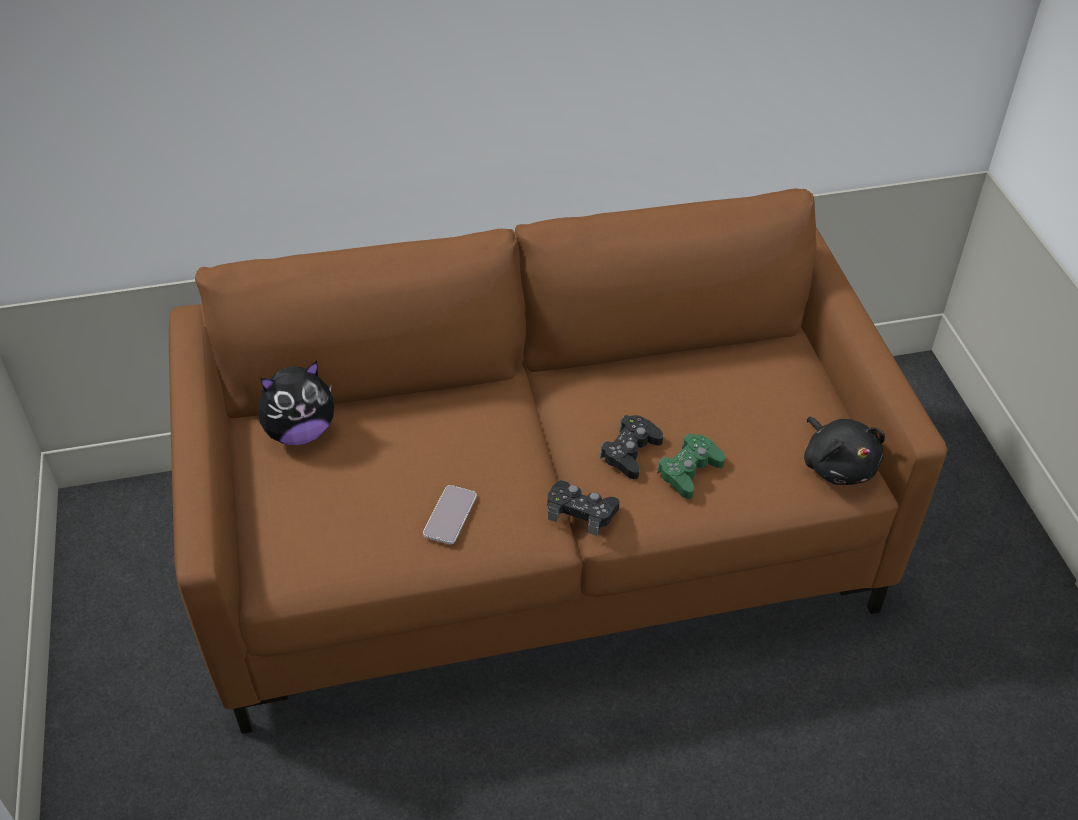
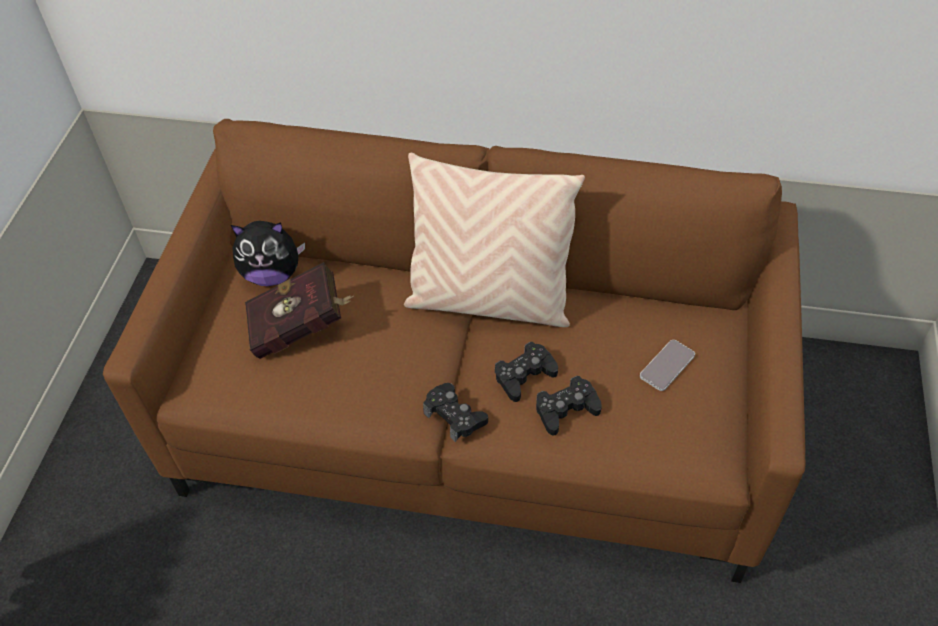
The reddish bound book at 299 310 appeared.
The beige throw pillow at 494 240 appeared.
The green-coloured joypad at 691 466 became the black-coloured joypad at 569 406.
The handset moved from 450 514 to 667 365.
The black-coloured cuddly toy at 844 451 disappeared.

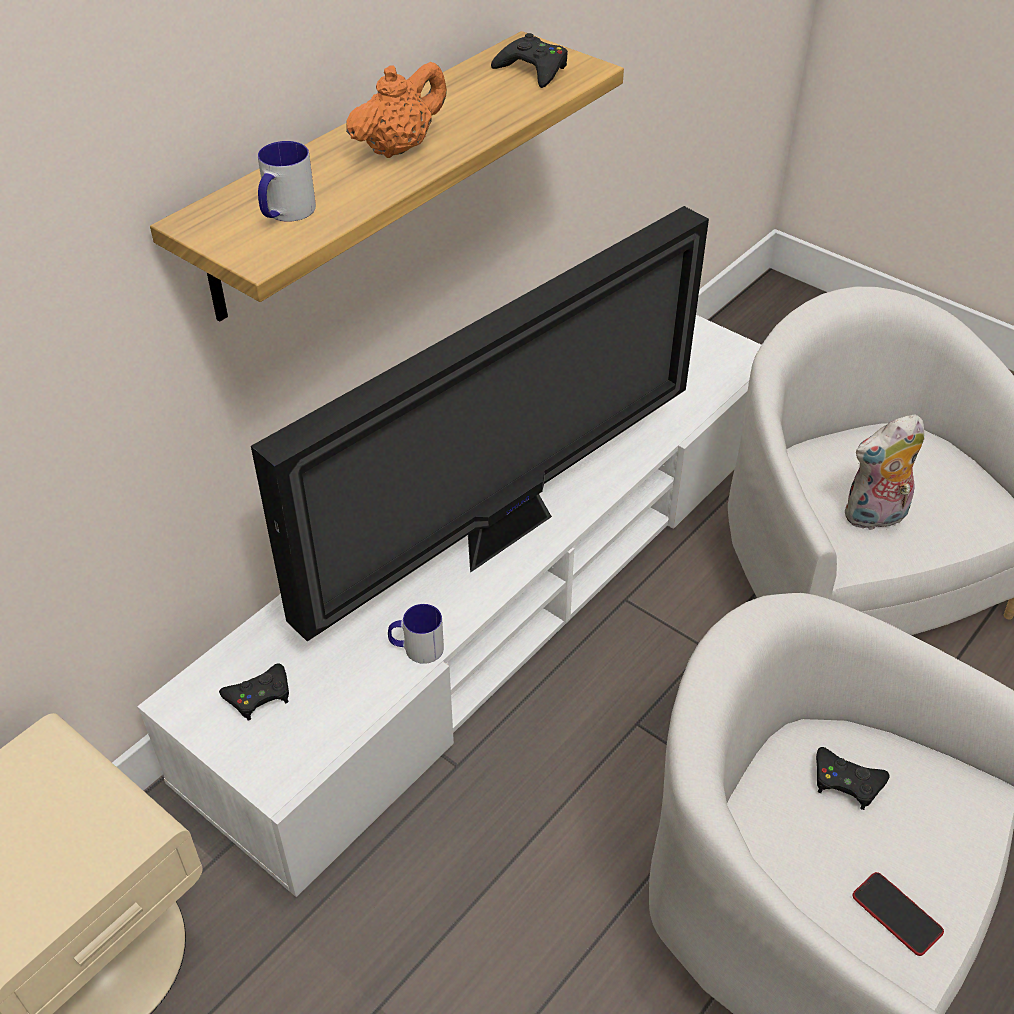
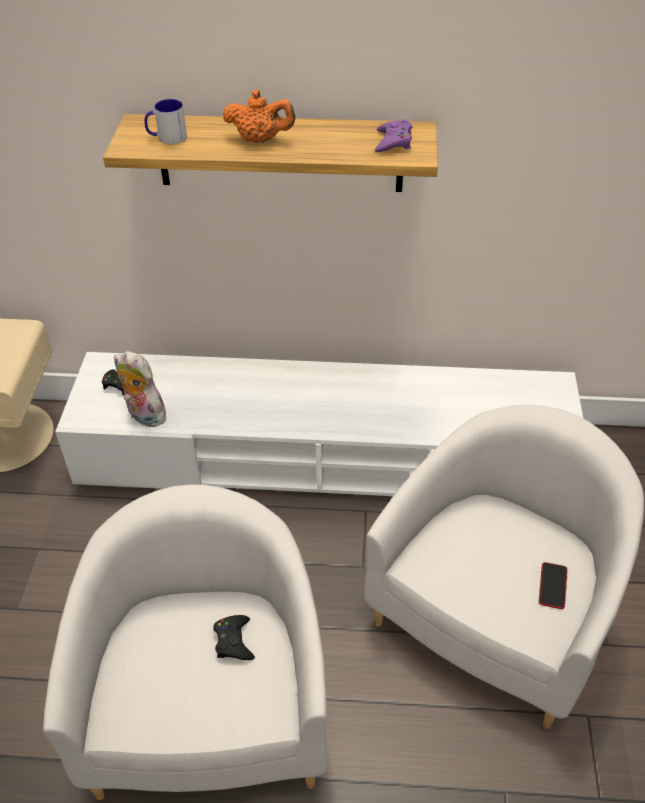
The cuddly toy moved from 884 472 to 140 389.
The black-coloured joypad at 529 60 became the purplish joypad at 394 135.
The handset moved from 898 914 to 553 585.
The TV set at 480 424 disappeared.
The mug at 416 634 disappeared.

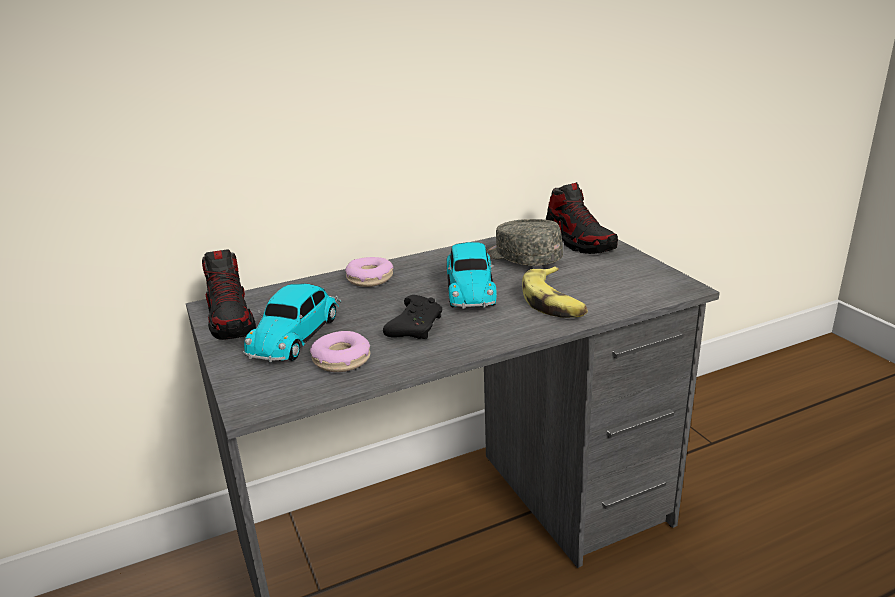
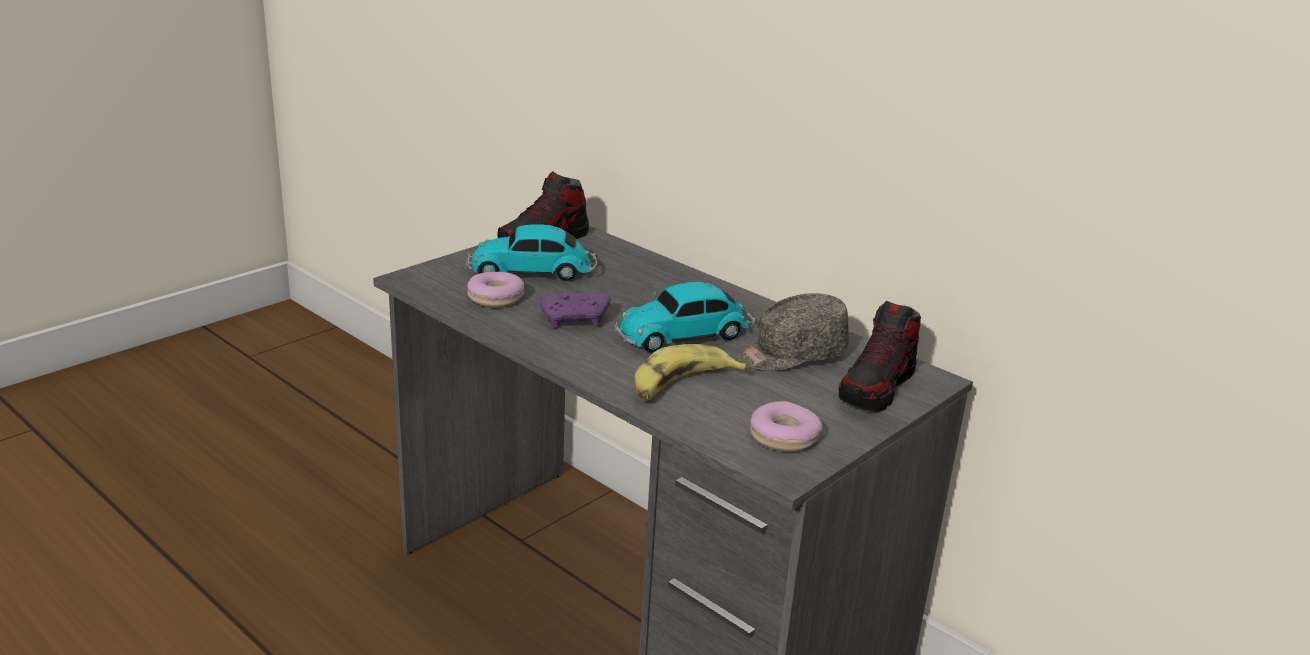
The black-coloured joypad at 412 317 became the purplish joypad at 575 310.
The grey peaked cap at 524 242 turned 135 degrees counterclockwise.
The donut moved from 369 272 to 786 426.

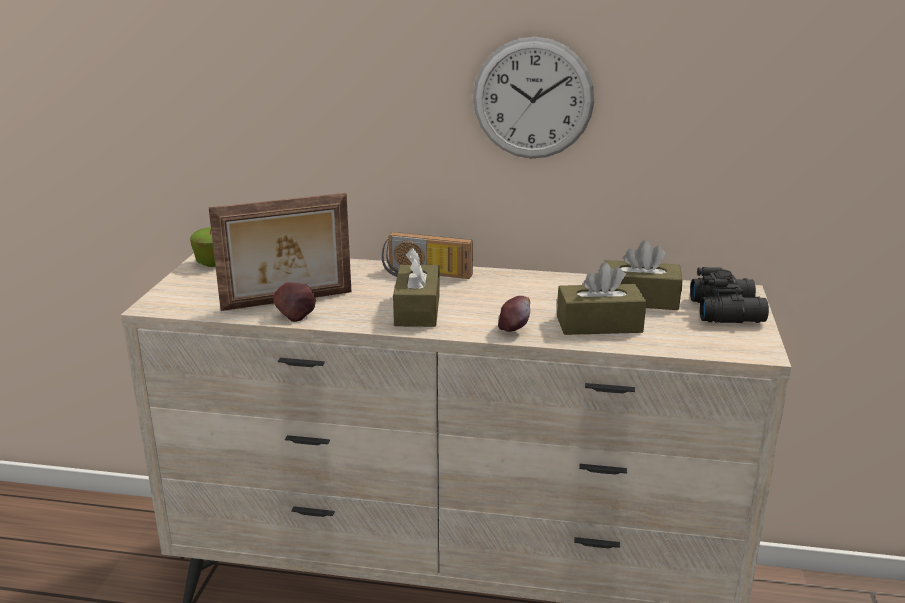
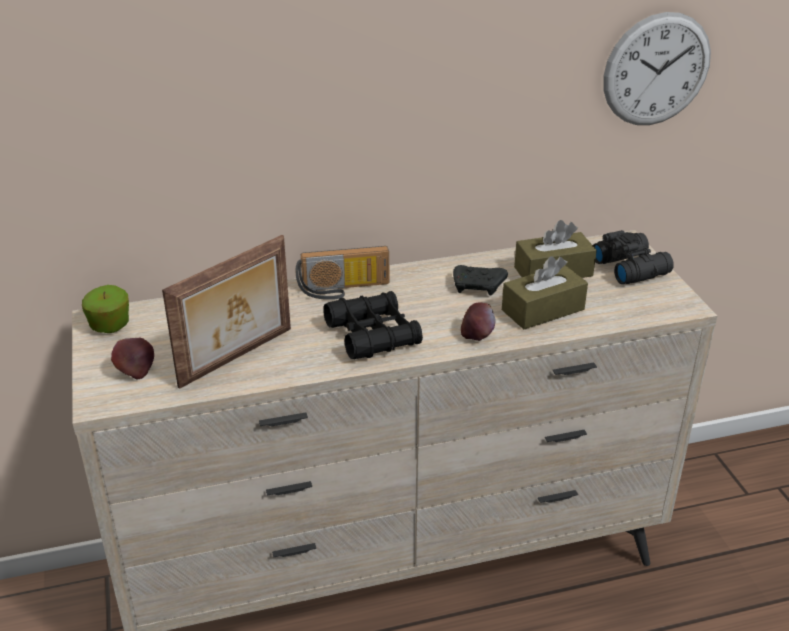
The whole apple moved from 294 302 to 132 358.
The brownish tissue holder at 416 287 was replaced by the black-coloured pair of binoculars at 373 325.
The black-coloured joypad at 480 280 appeared.
The wall clock moved from 533 97 to 657 68.

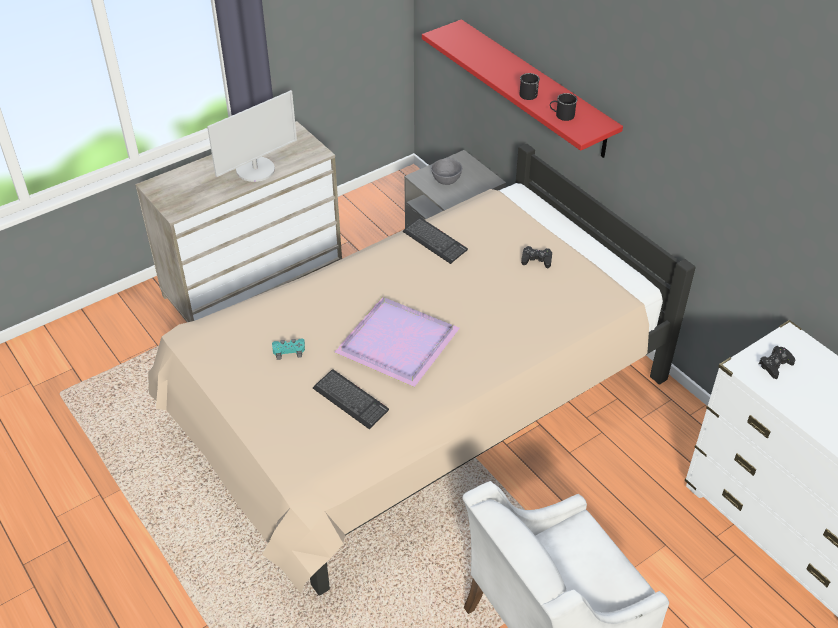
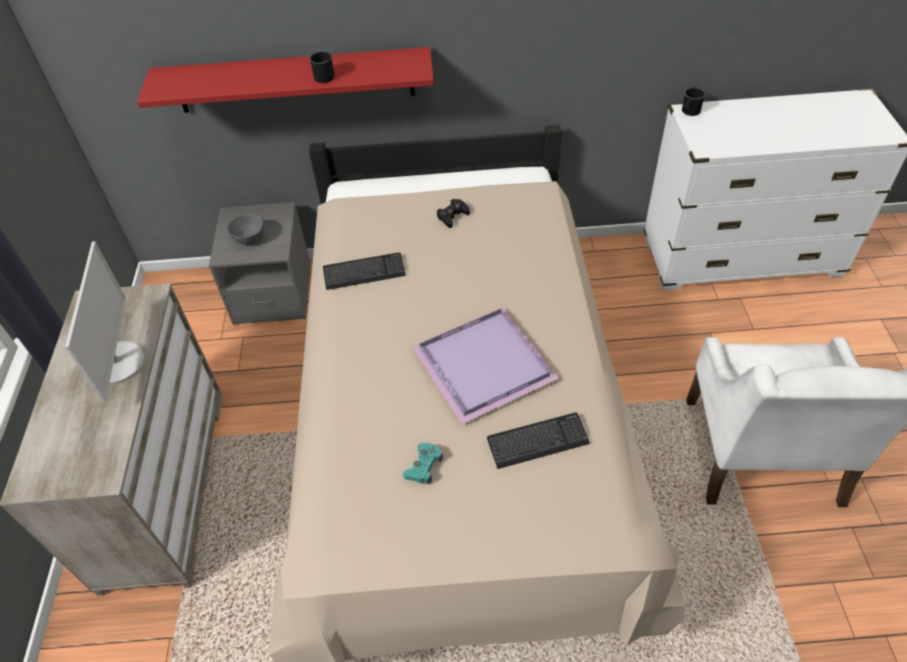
The black-coloured mug moved from 564 107 to 694 101.
The black-coloured joypad at 776 362 disappeared.

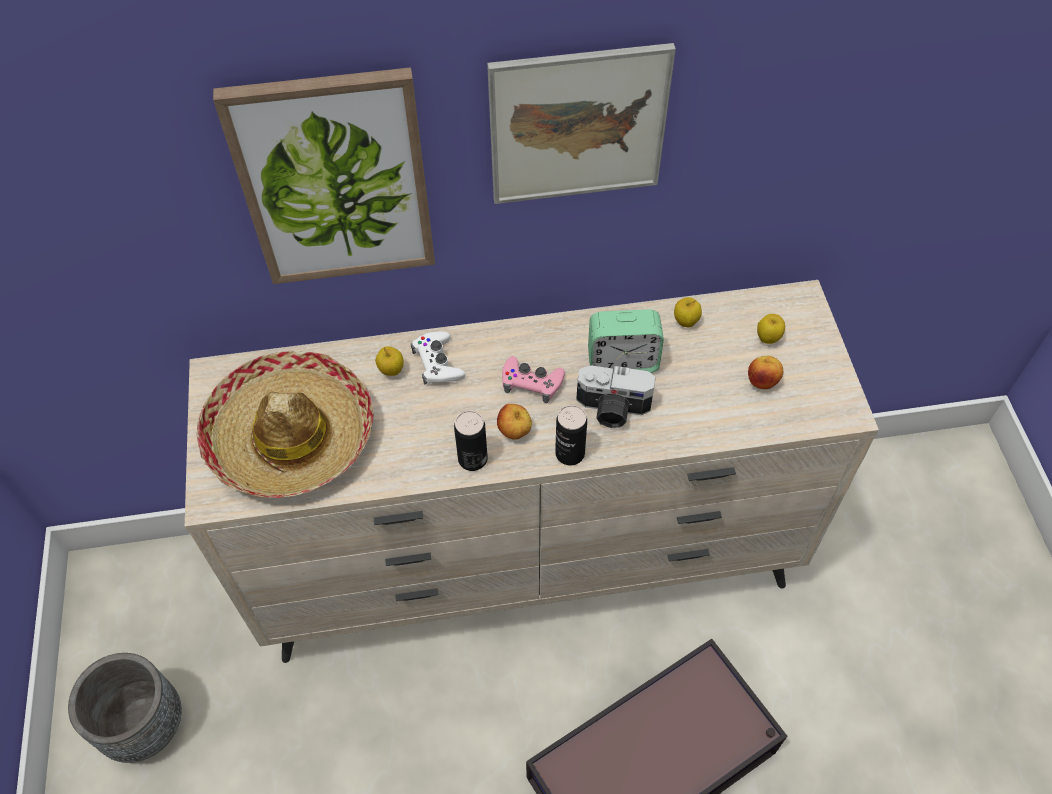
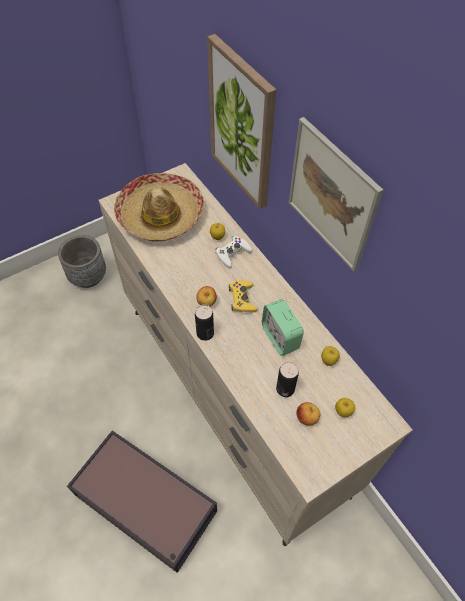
The pink joypad at 533 379 became the yellow joypad at 243 296.
The metal can moved from 471 440 to 287 379.
The still camera at 616 396 disappeared.

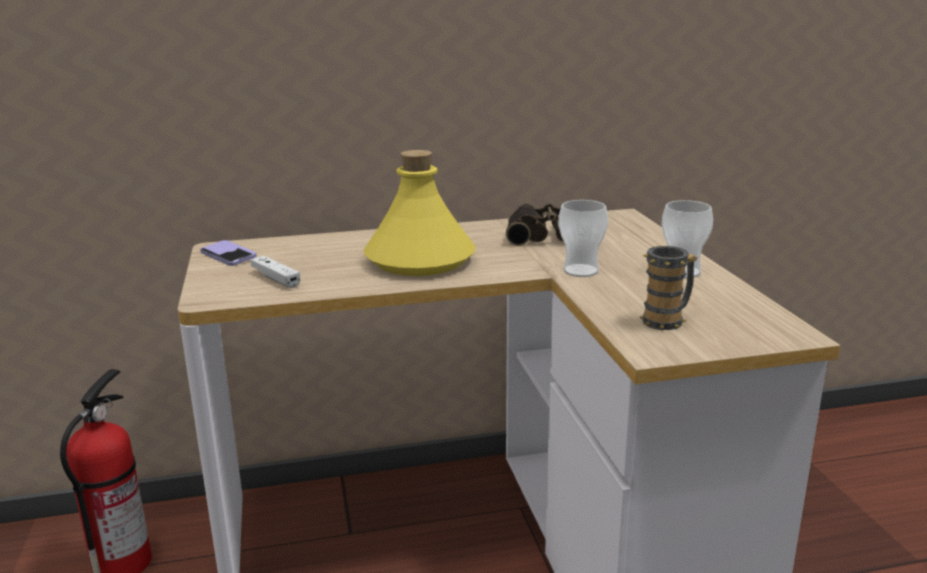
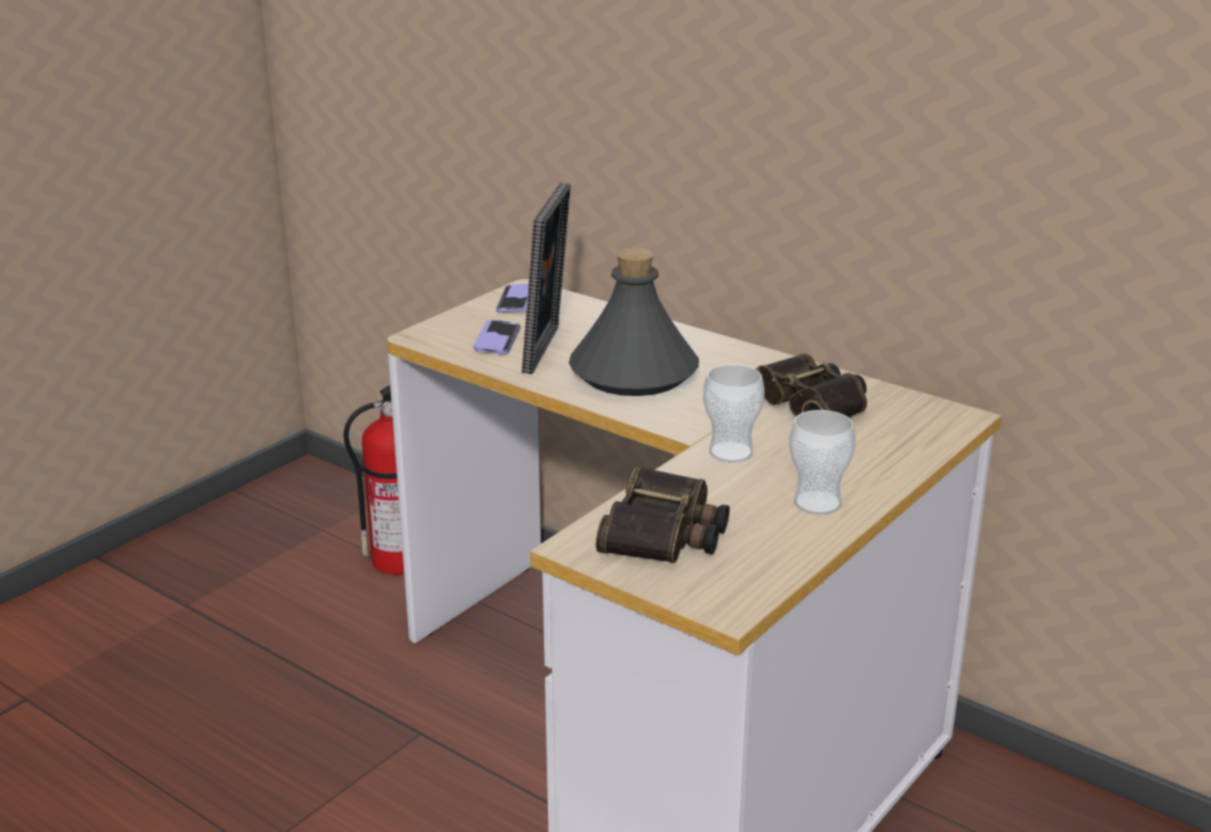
The white-coloured joypad at 275 272 was replaced by the handset at 497 337.
The photo frame at 546 278 appeared.
The yellow beverage bottle at 420 213 became the grey beverage bottle at 634 322.
The mug at 668 288 was replaced by the pair of binoculars at 663 514.

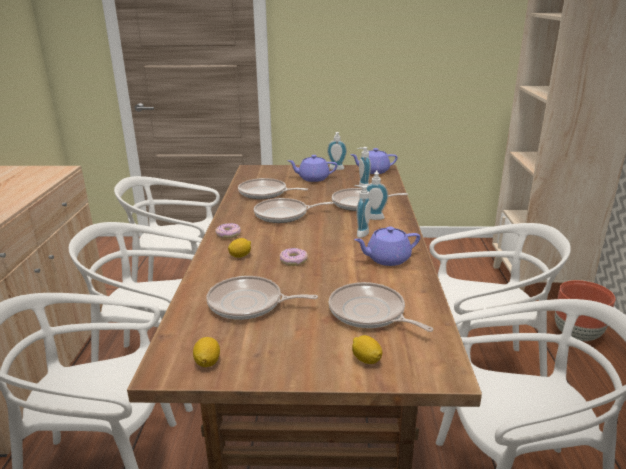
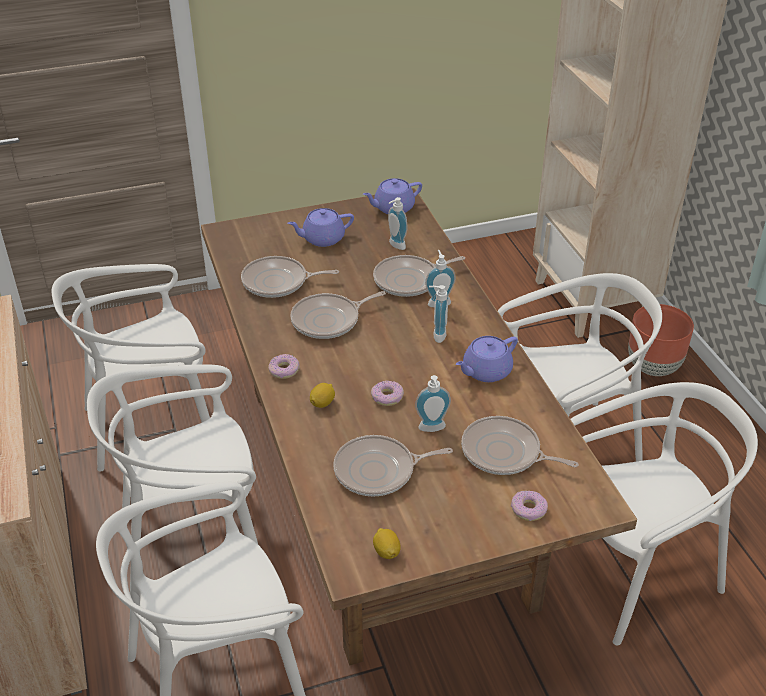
The soap bottle moved from 337 151 to 433 403.
The citrus fruit at 367 349 was replaced by the donut at 529 505.

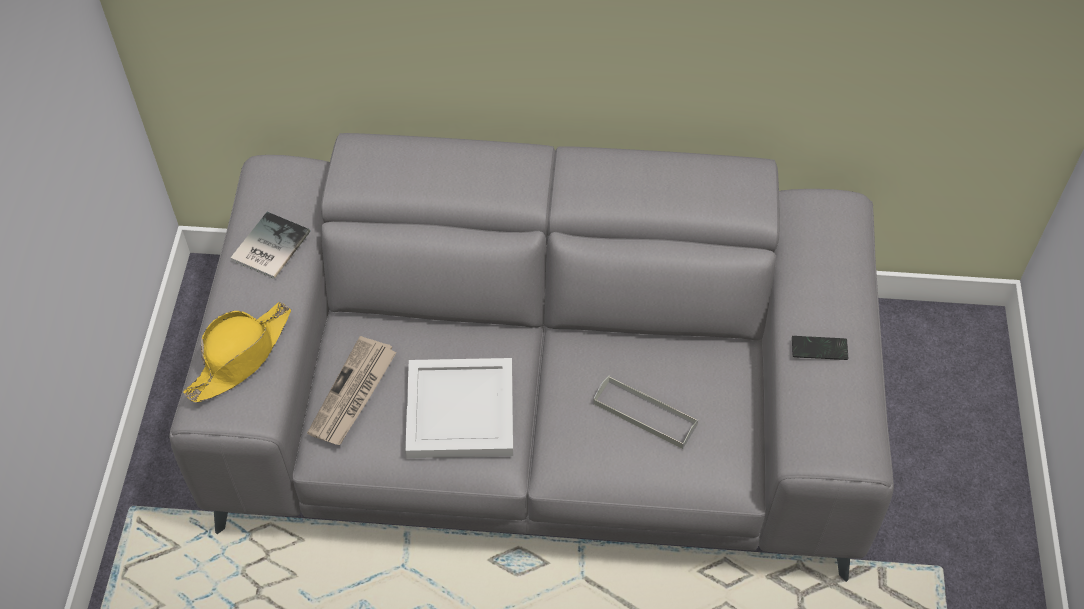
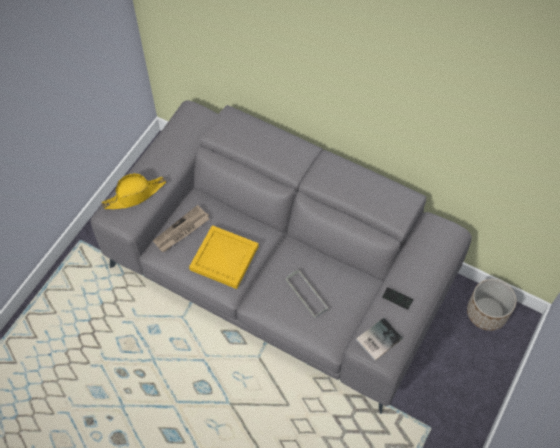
The white-coloured carrying tray at 459 408 became the yellow carrying tray at 224 257.
The bound book moved from 270 245 to 379 339.
The planter at 492 305 appeared.

